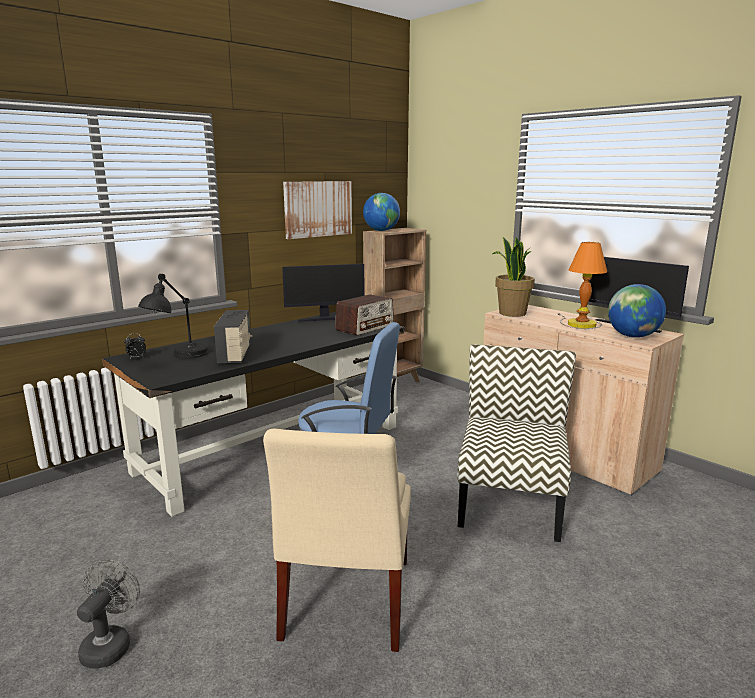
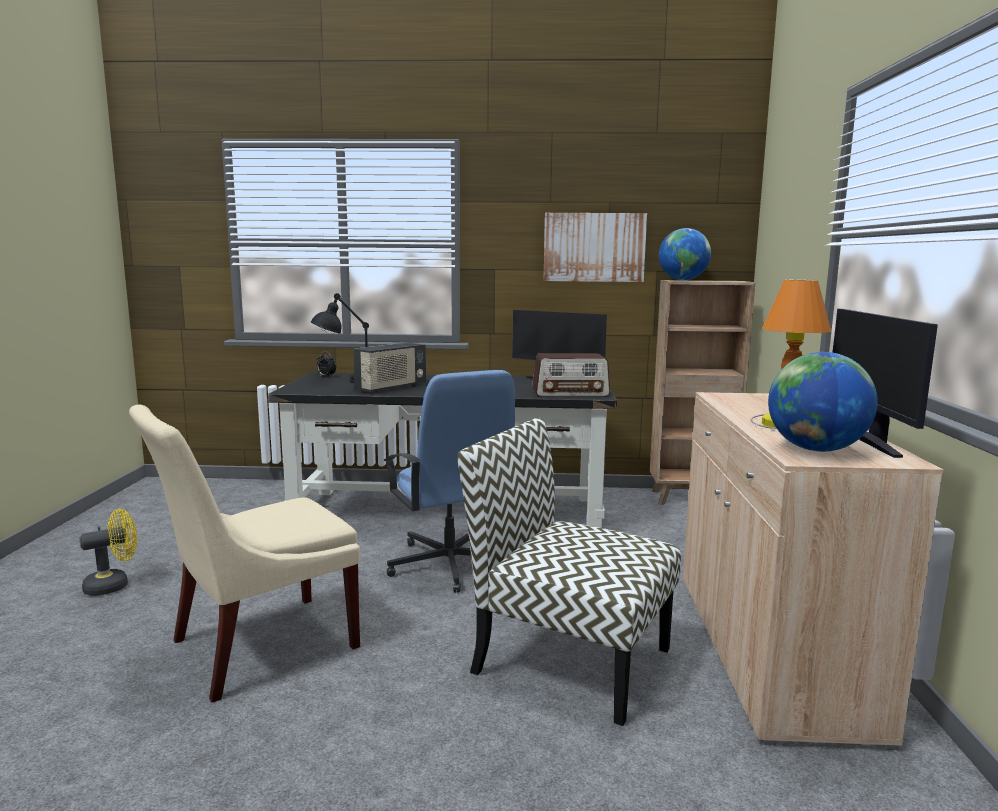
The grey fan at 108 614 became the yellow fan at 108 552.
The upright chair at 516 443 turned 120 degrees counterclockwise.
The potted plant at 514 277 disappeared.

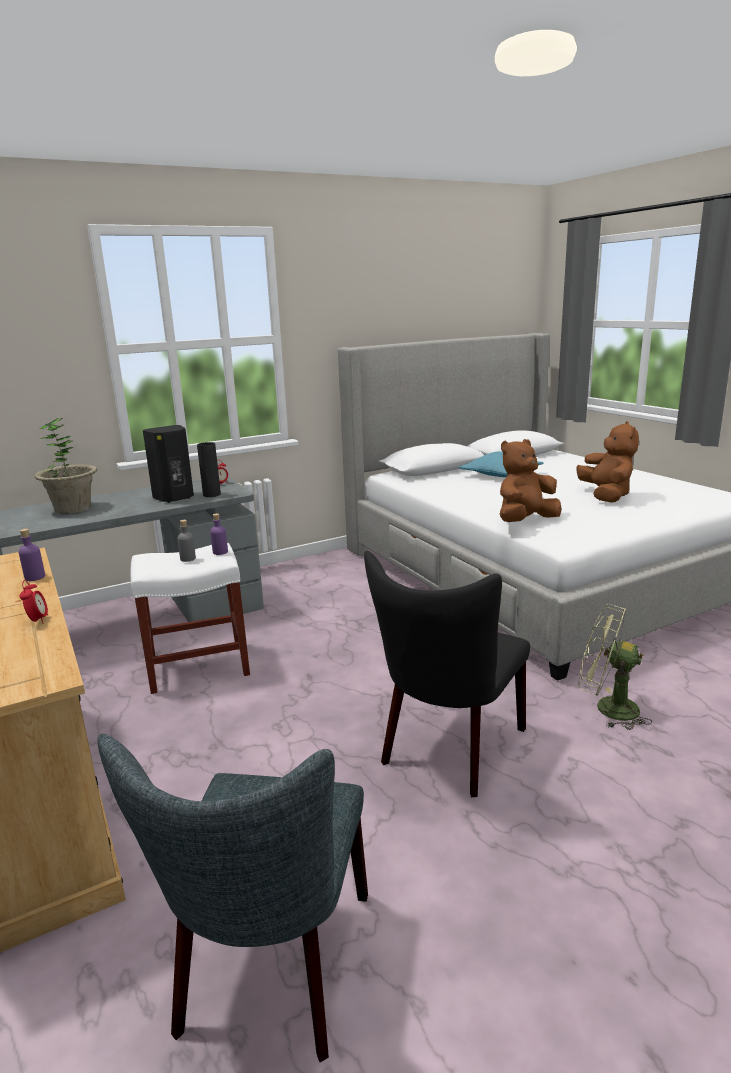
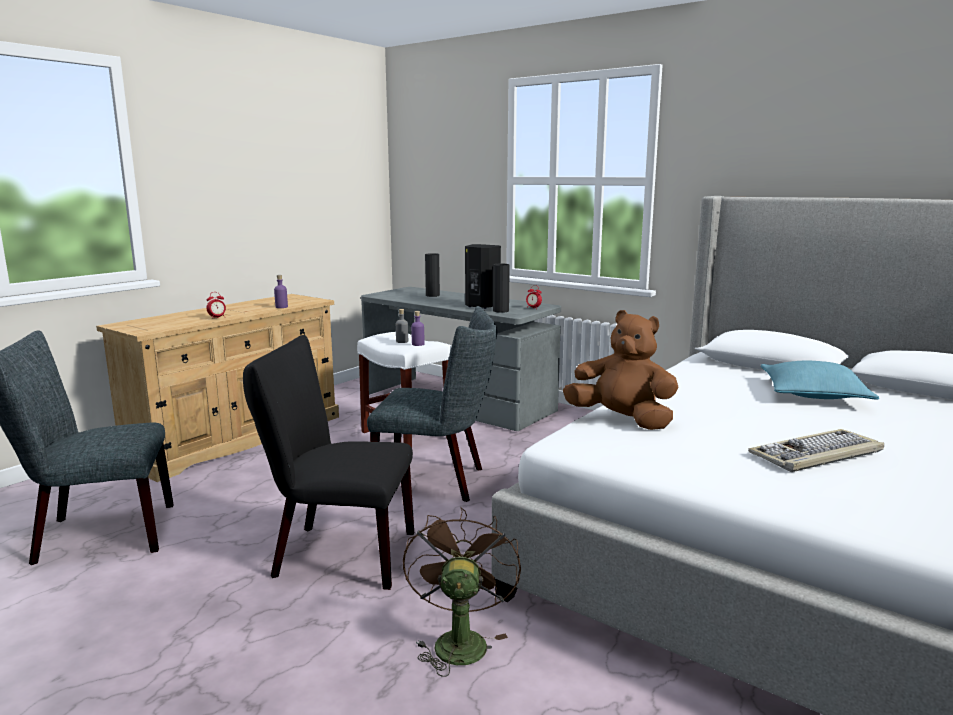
The grey upright chair at 432 404 appeared.
The green-coloured fan at 615 667 became the brownish fan at 462 592.
The potted plant at 65 466 was replaced by the black-coloured vase at 432 275.
The brownish cuddly toy at 607 462 was replaced by the keyboard at 816 450.

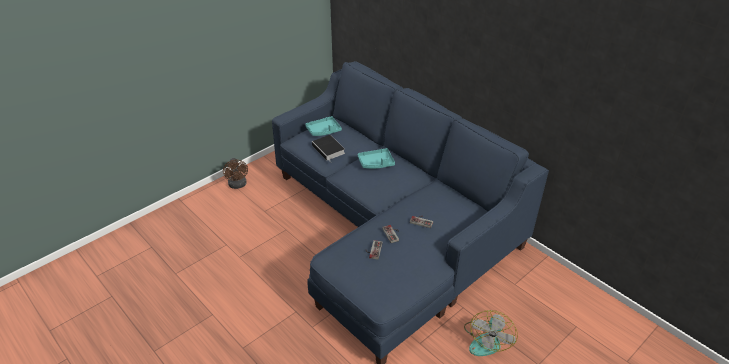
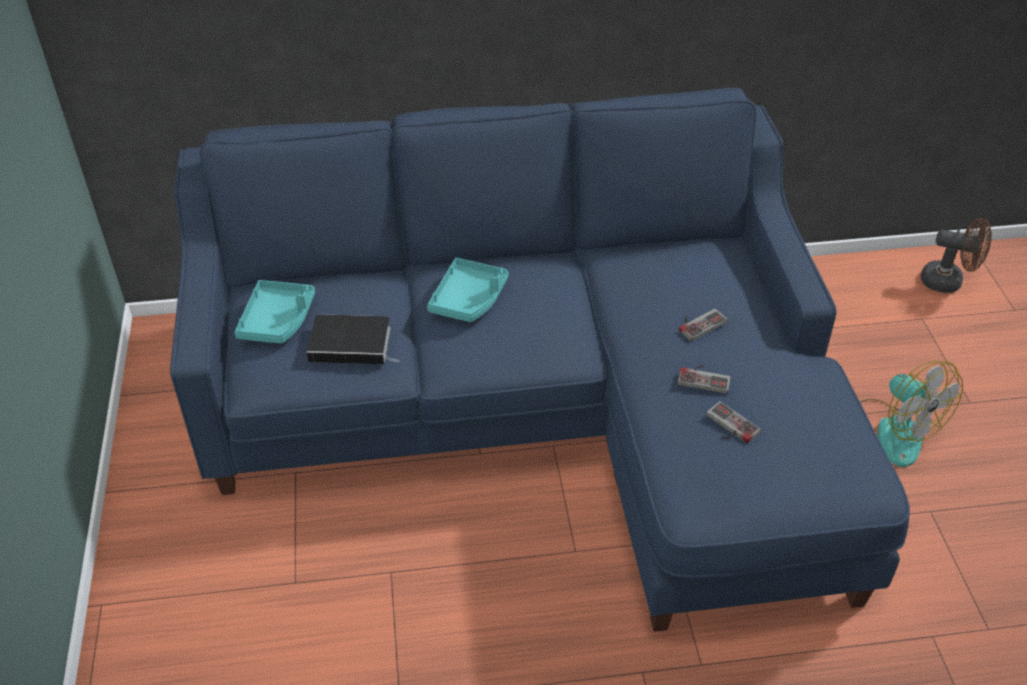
The brownish fan moved from 235 173 to 956 255.

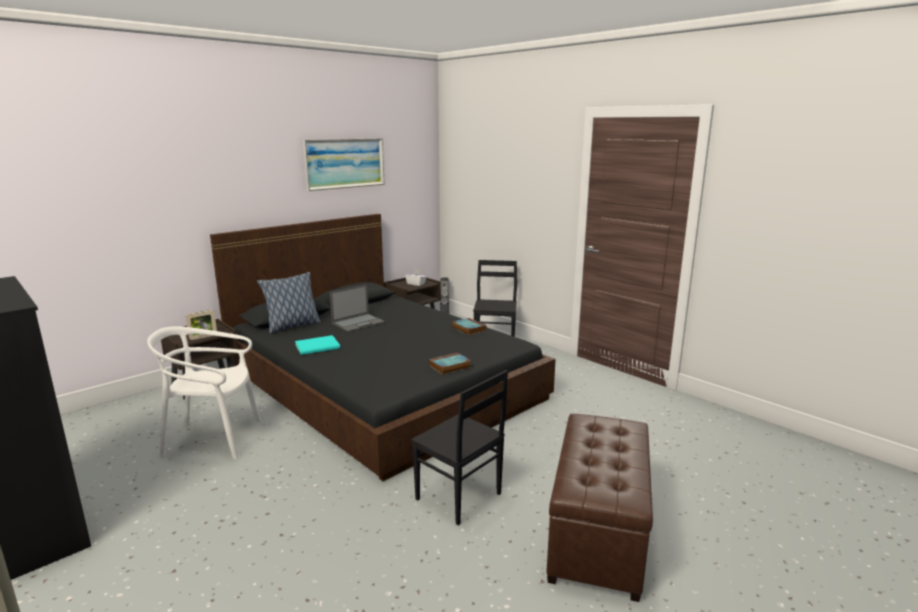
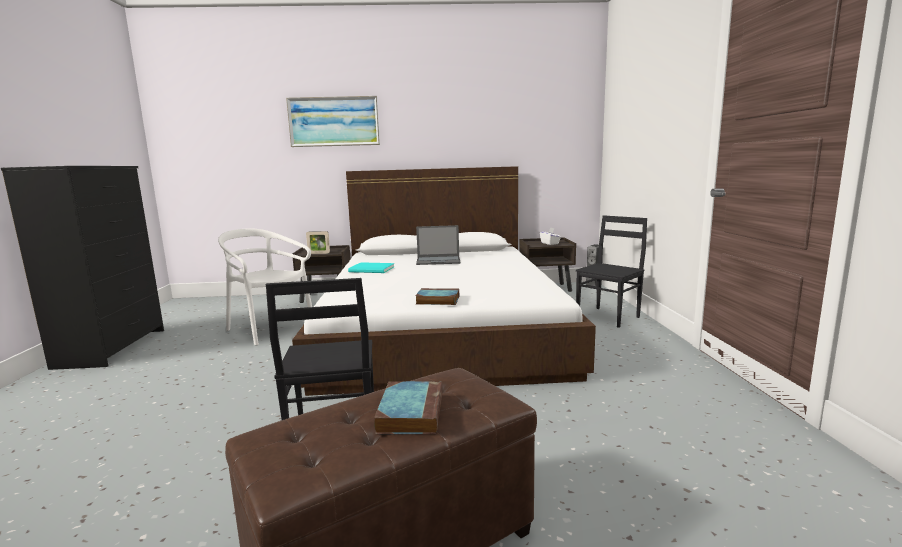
The picture moved from 344 164 to 333 121.
The black-coloured bed at 383 347 became the white-coloured bed at 444 281.
The bound book moved from 469 326 to 408 407.
The throw pillow at 289 303 disappeared.

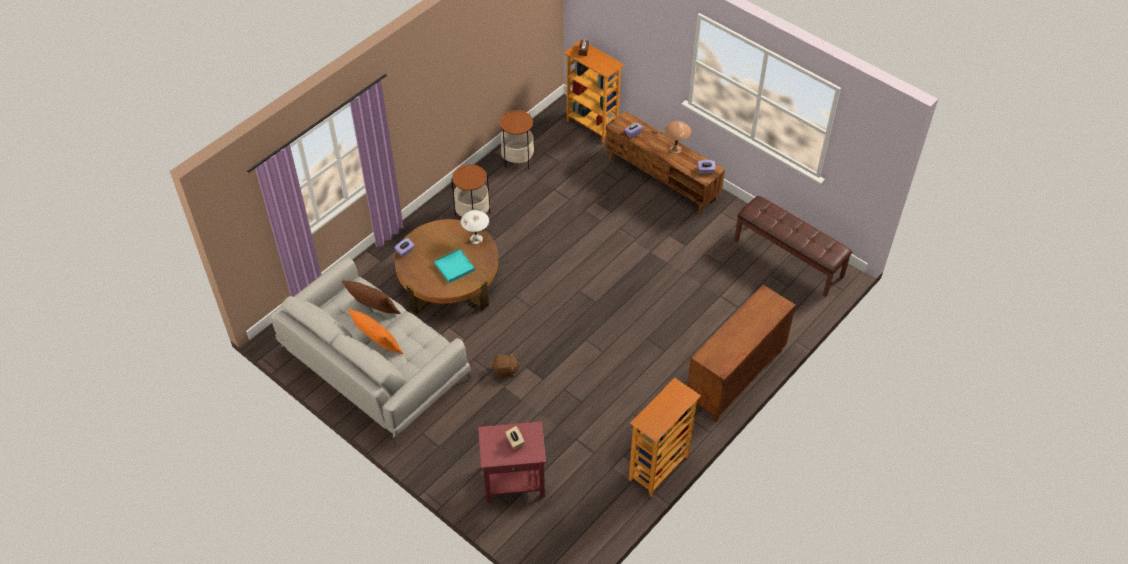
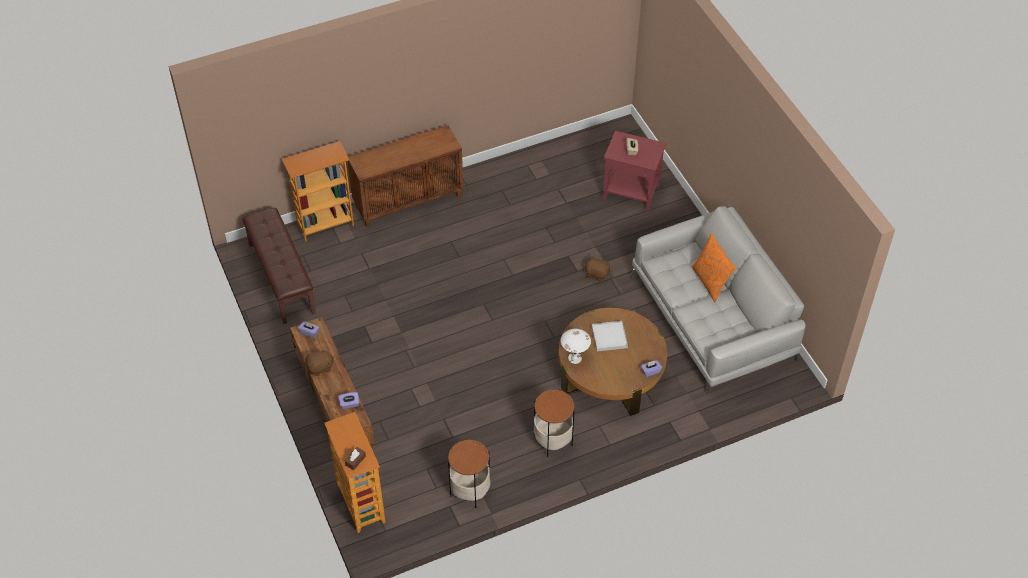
The bookshelf moved from 665 437 to 318 191.
The brownish tabletop lamp at 677 137 was replaced by the brownish cuddly toy at 320 361.
The turquoise carrying tray at 454 266 became the white-coloured carrying tray at 610 336.
The brownish throw pillow at 371 297 disappeared.

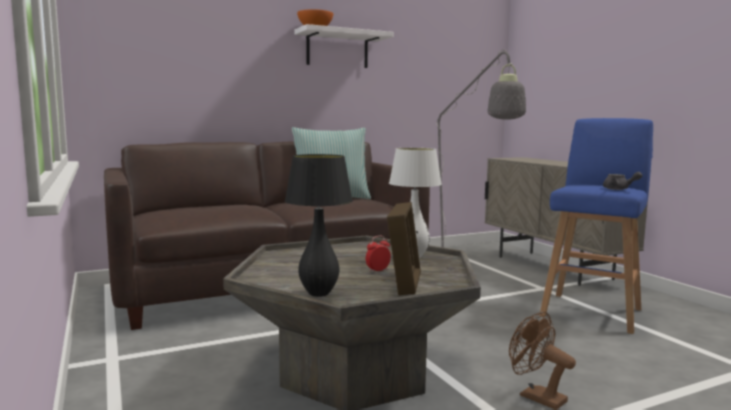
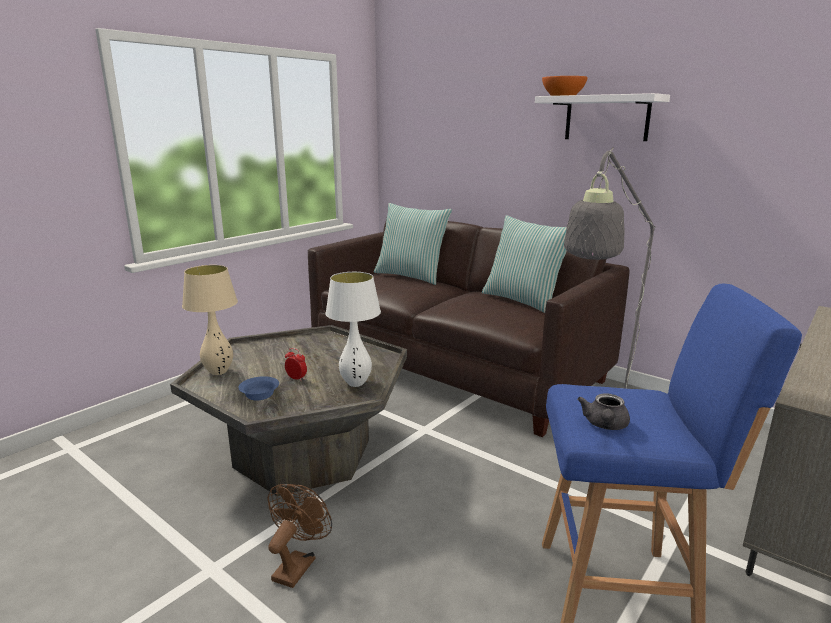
The black-coloured tabletop lamp at 319 225 became the beige tabletop lamp at 210 320.
The photo frame at 404 248 was replaced by the bluish deep dish at 258 388.
The throw pillow at 413 244 appeared.

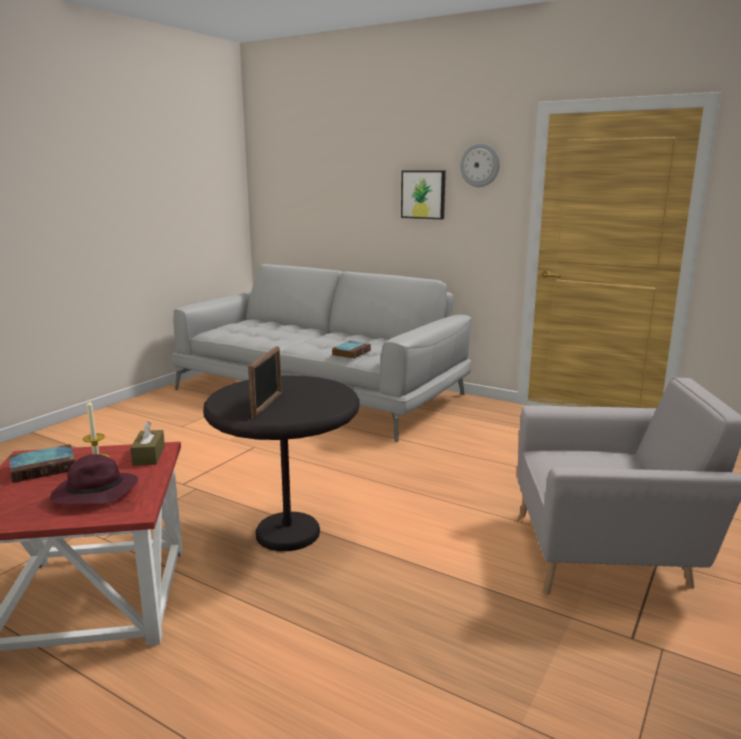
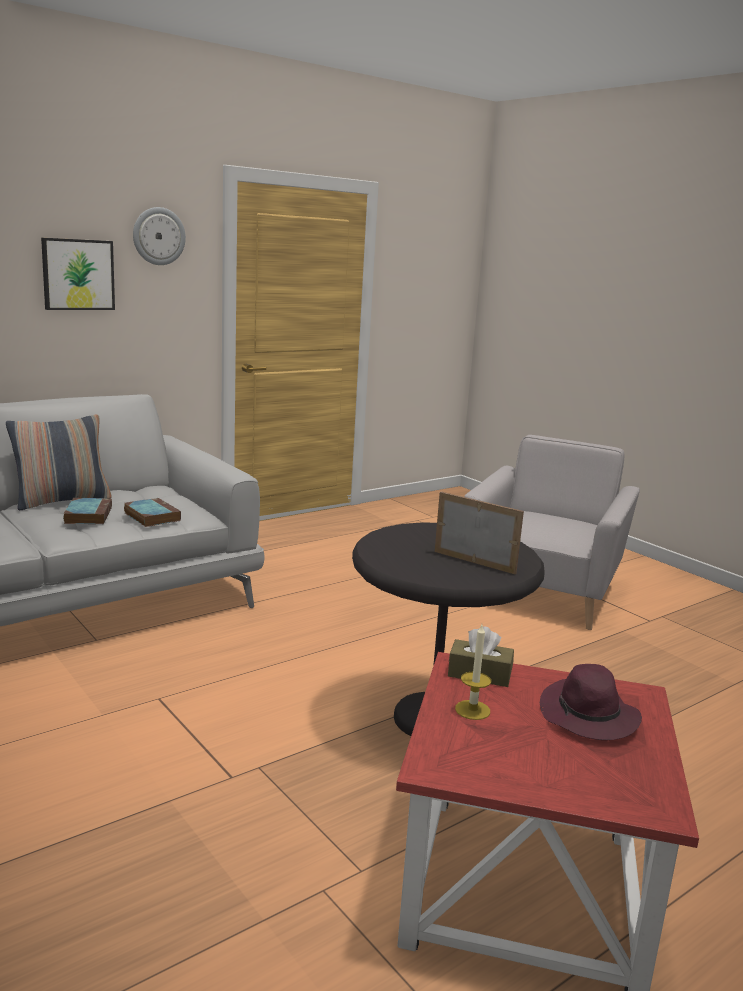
The throw pillow at 59 462 appeared.
The bound book moved from 42 463 to 87 511.

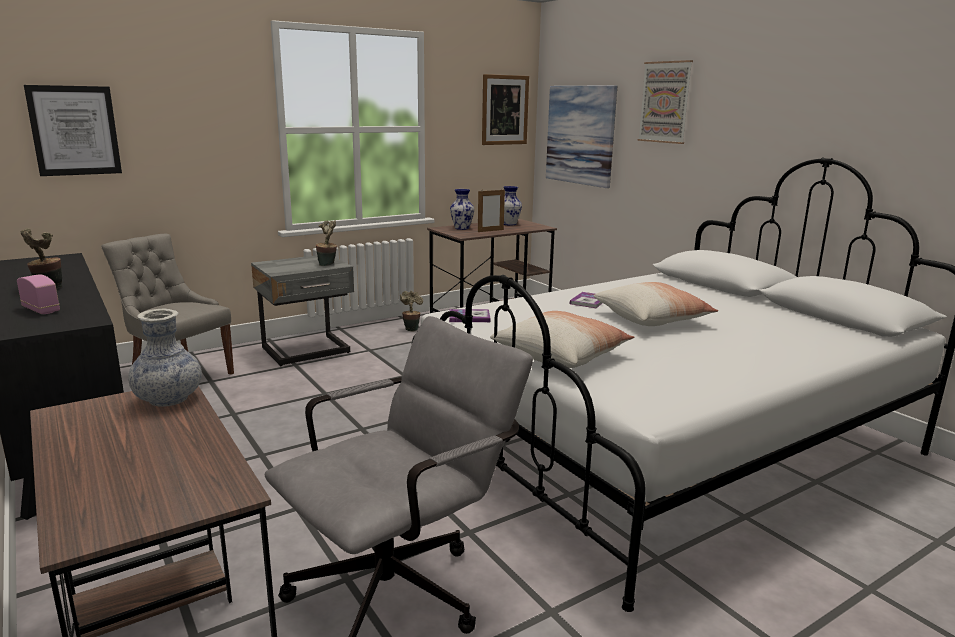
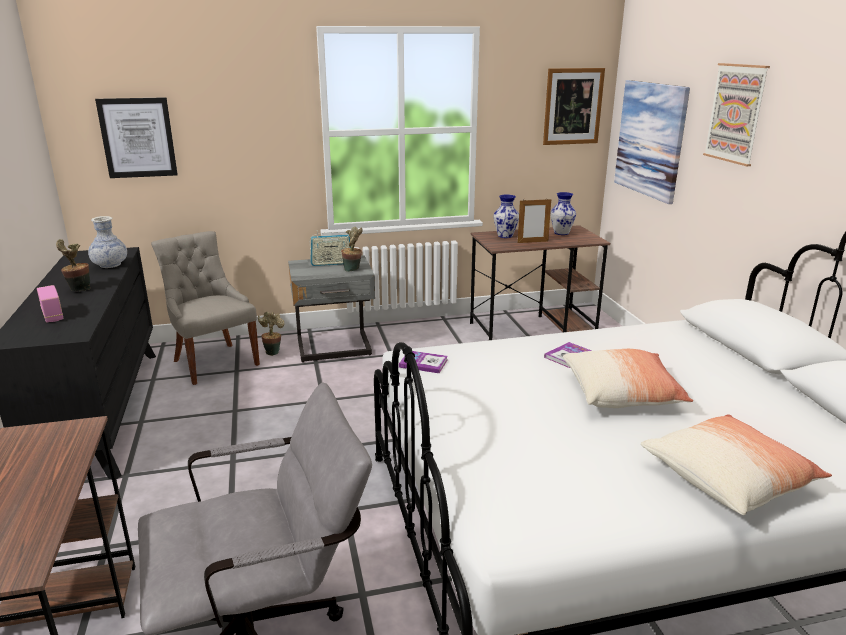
The vase moved from 165 357 to 107 242.
The potted plant moved from 411 311 to 271 334.
The radio at 330 248 appeared.
The throw pillow moved from 562 339 to 736 464.

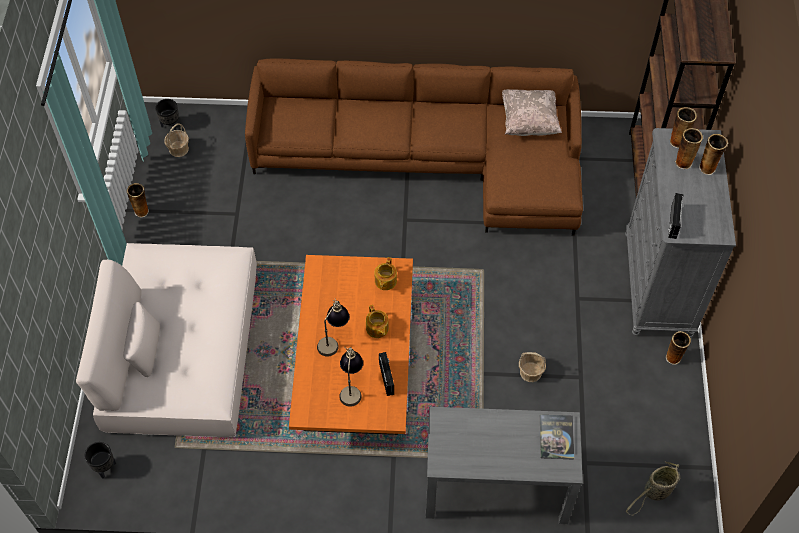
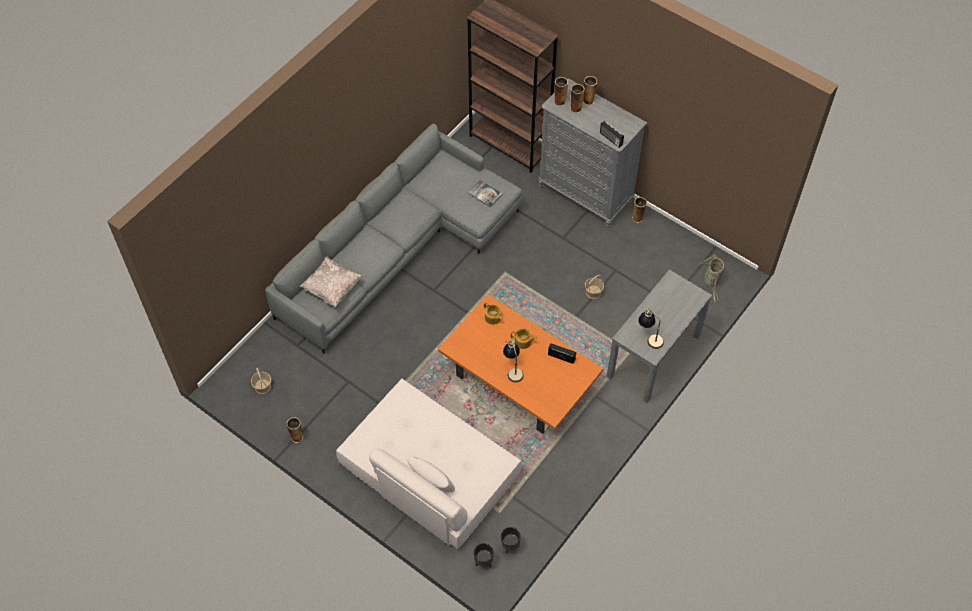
The brownish couch at 414 147 became the grey couch at 393 239.
The beige throw pillow moved from 532 112 to 331 282.
The bound book moved from 557 437 to 485 194.
The black-coloured planter moved from 167 114 to 511 540.
The tabletop lamp moved from 351 377 to 651 328.

